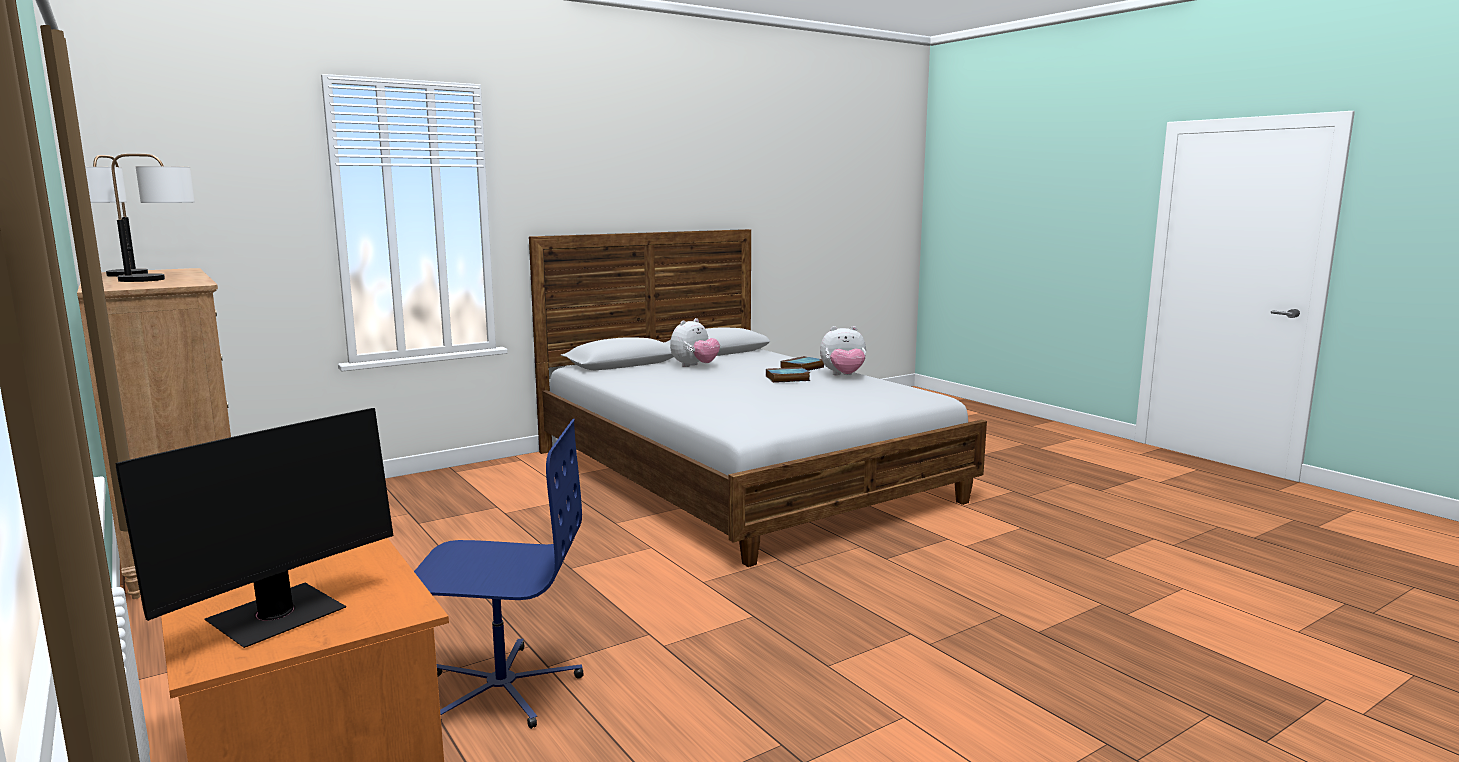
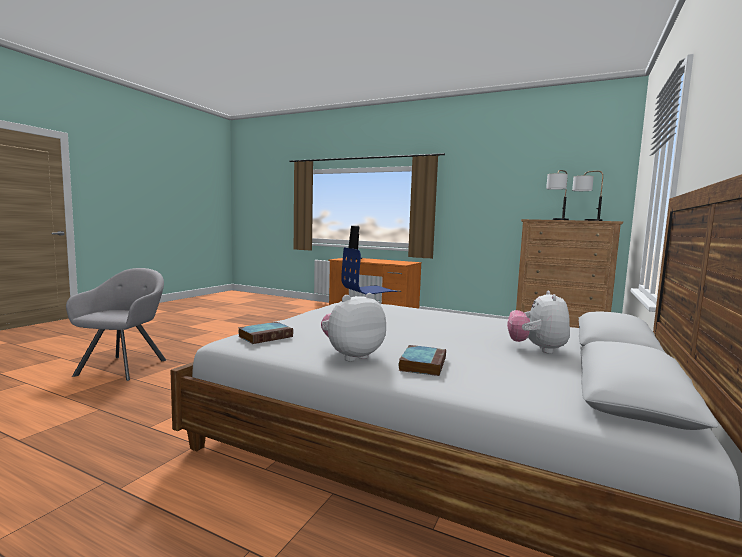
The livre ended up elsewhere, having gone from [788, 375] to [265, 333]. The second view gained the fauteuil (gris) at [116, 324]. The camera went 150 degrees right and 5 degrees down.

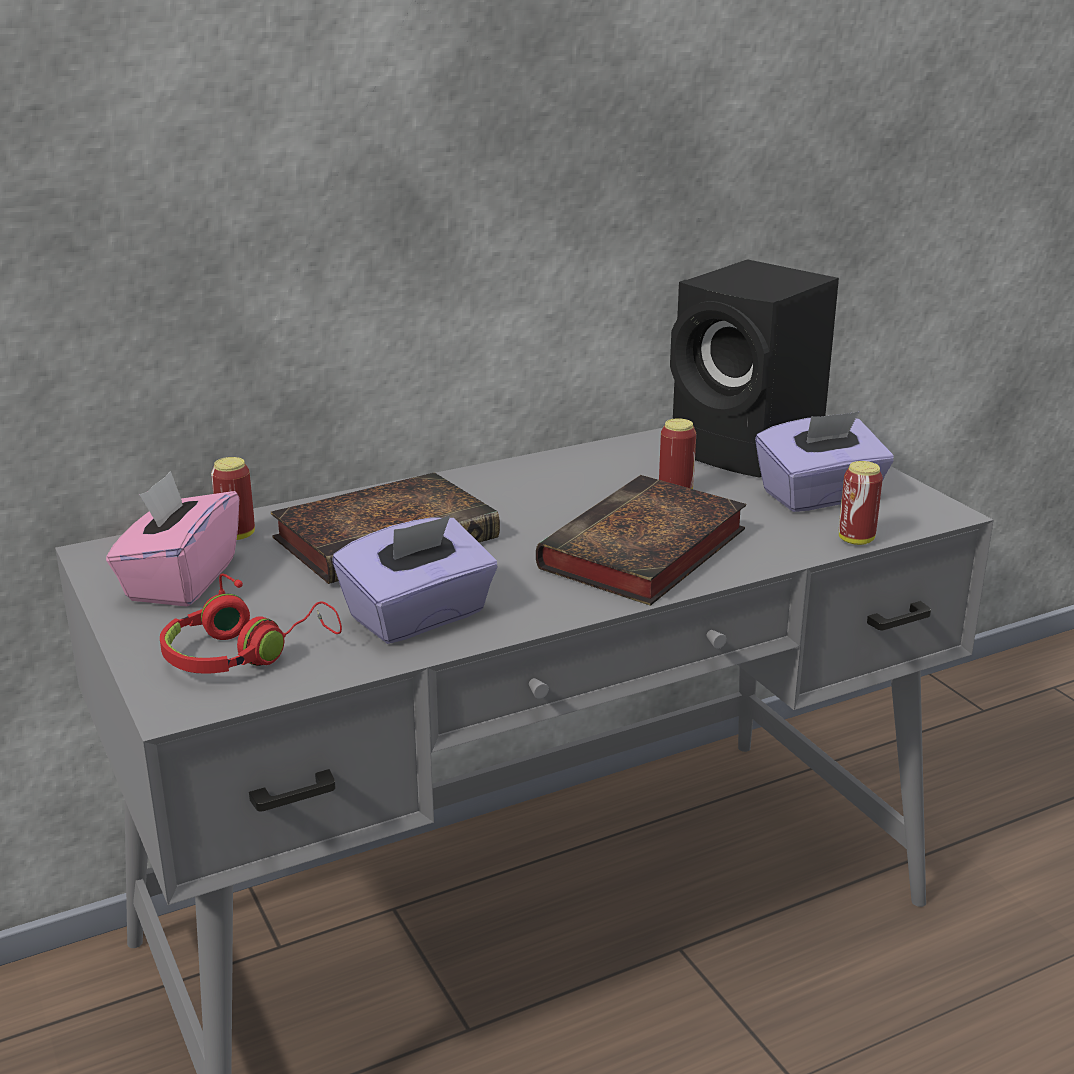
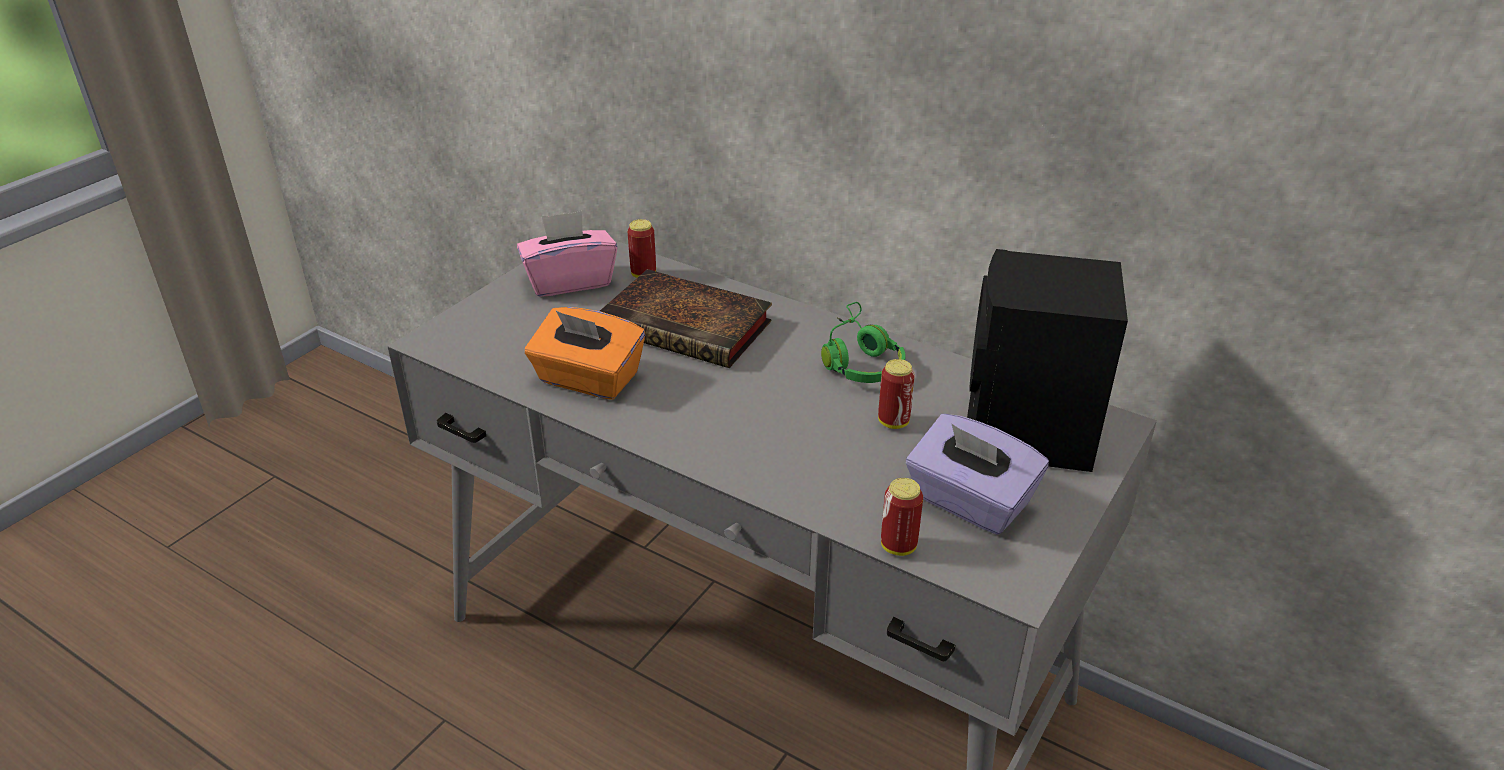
The second view lost the livre at [641, 540]. What was the boîte à mouchoirs (violet) at [415, 580] turned into the boîte à mouchoirs (orange) at [585, 353]. The second view lost the casque audio (rouge) at [251, 623]. The second view gained the casque audio (vert) at [863, 342]. The camera went 60 degrees right and 10 degrees up.

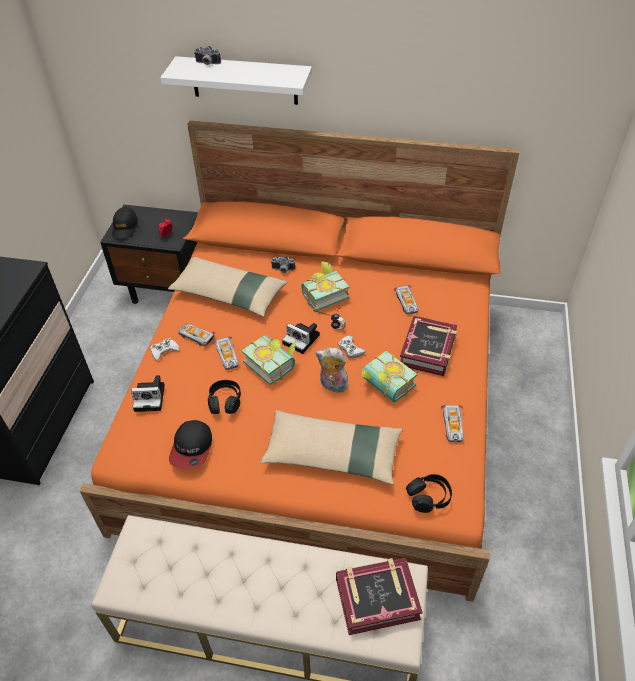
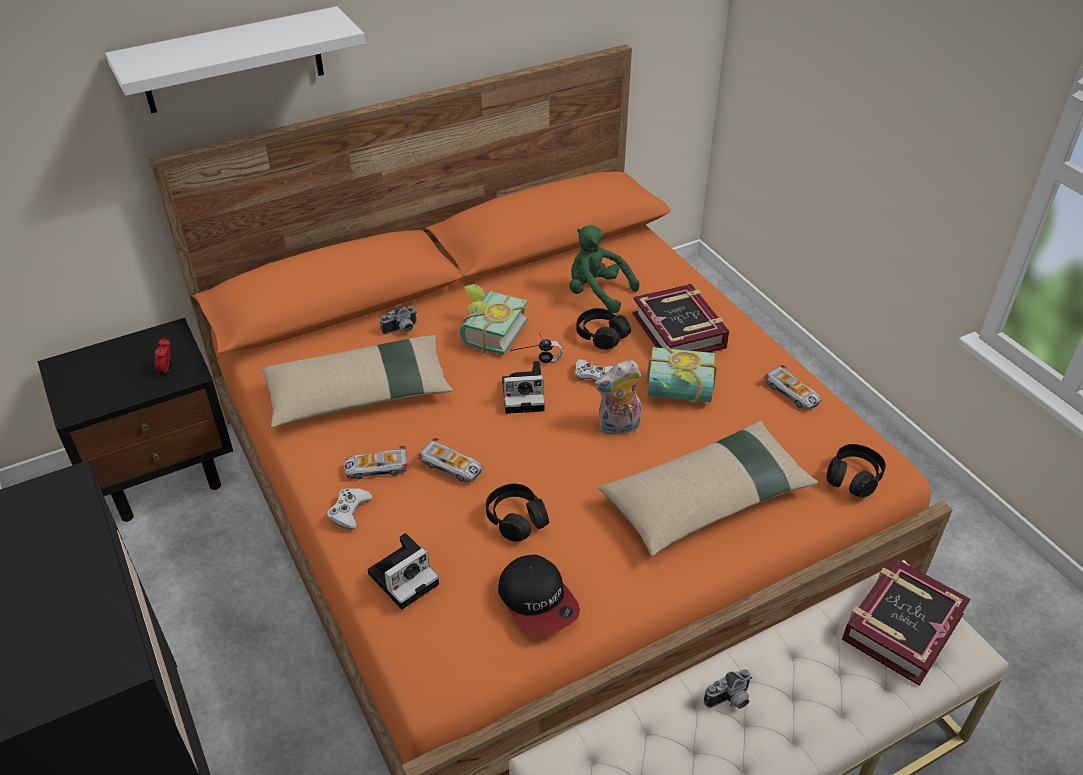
The appareil photo ended up elsewhere, having gone from [208, 55] to [728, 689]. The second view lost the casquette (noir) at [125, 223]. Where the petite voiture stood at [406, 300], the peluche (vert) came to stand at [604, 269]. The second view lost the livre at [268, 360]. The second view gained the casque audio (noir) at [604, 329]. The camera went 40 degrees left and 5 degrees down.

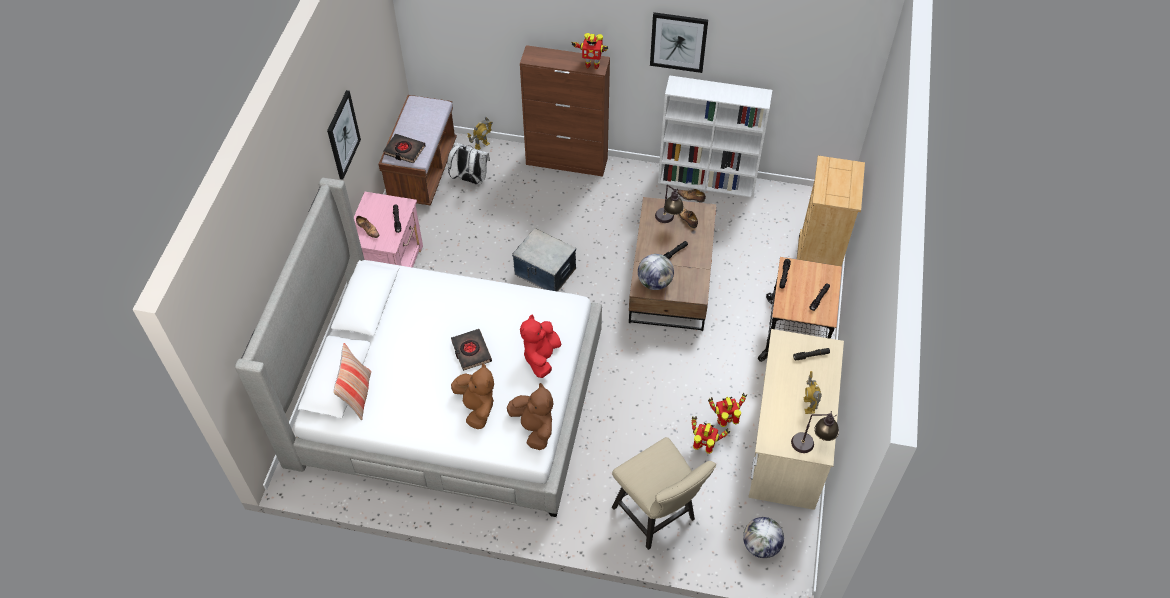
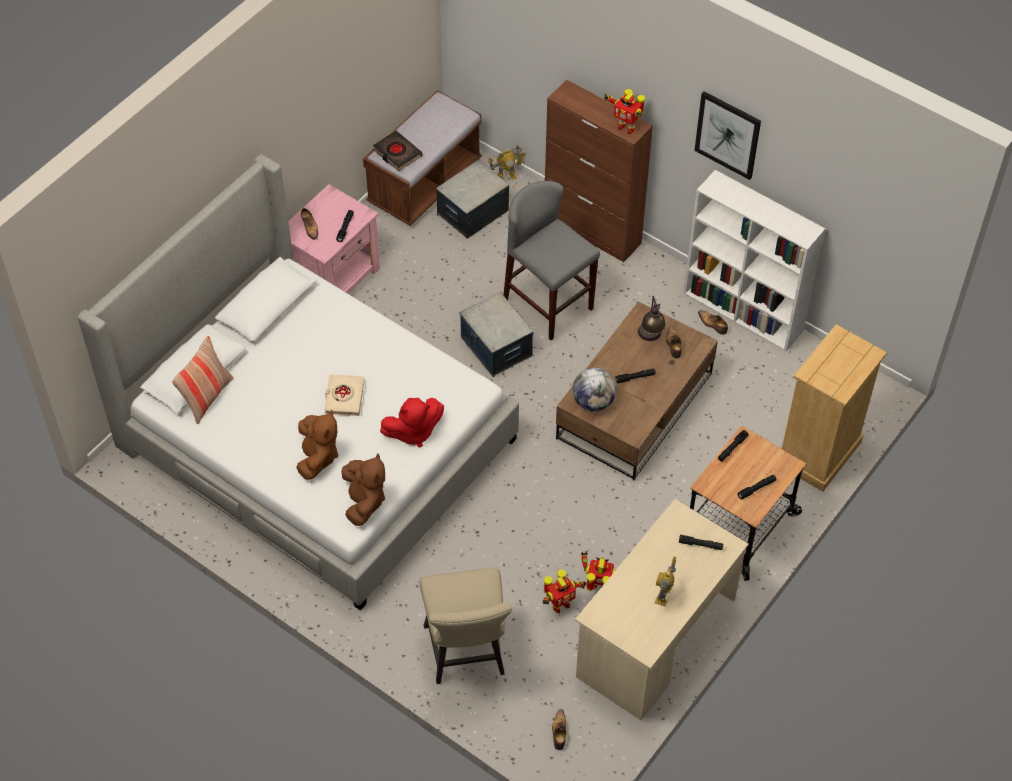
The second view lost the tableau at [344, 134]. Where the sac à dos (blanc) stood at [469, 163], the boîte de rangement came to stand at [472, 199]. The peluche (rouge) at [540, 346] ended up facing another way, 150 degrees counterclockwise from before. What was the livre (noir) at [471, 350] turned into the livre (beige) at [344, 395]. The second view lost the lampe de table at [815, 432]. The robot jouet at [711, 435] ended up facing another way, 105 degrees clockwise from before. Where the globe stood at [763, 537], the chaussure came to stand at [559, 729]. The second view gained the tabouret (gris) at [552, 260]. The camera went 25 degrees right and 0 degrees up.

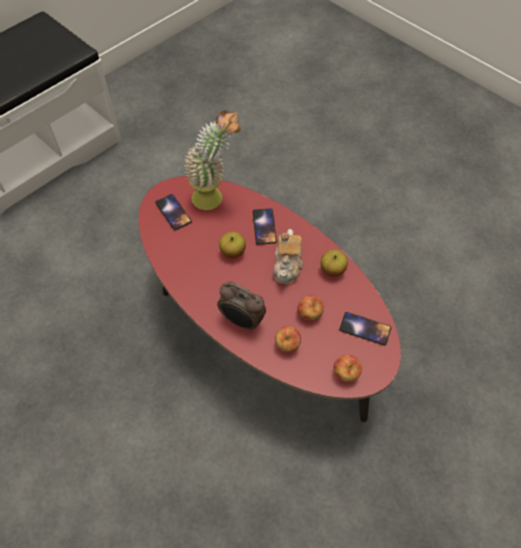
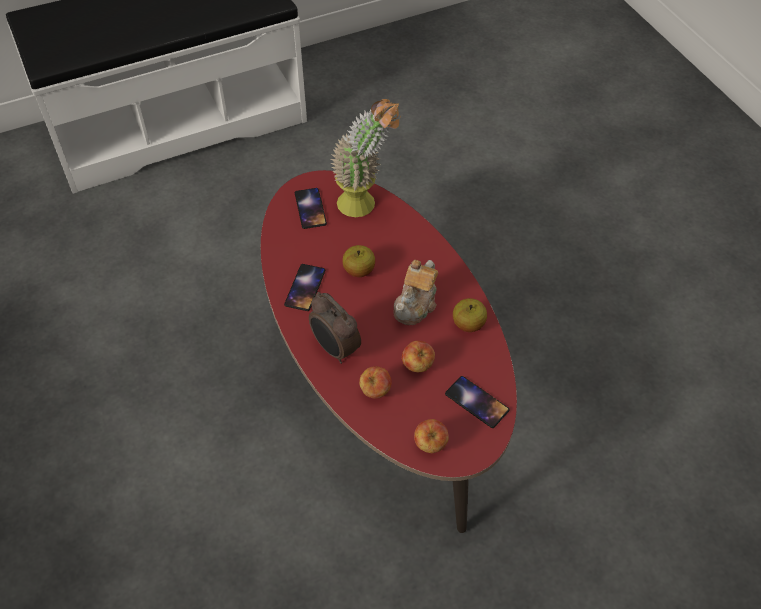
The téléphone ended up elsewhere, having gone from [265, 227] to [304, 287]. The camera went 20 degrees right and 5 degrees down.

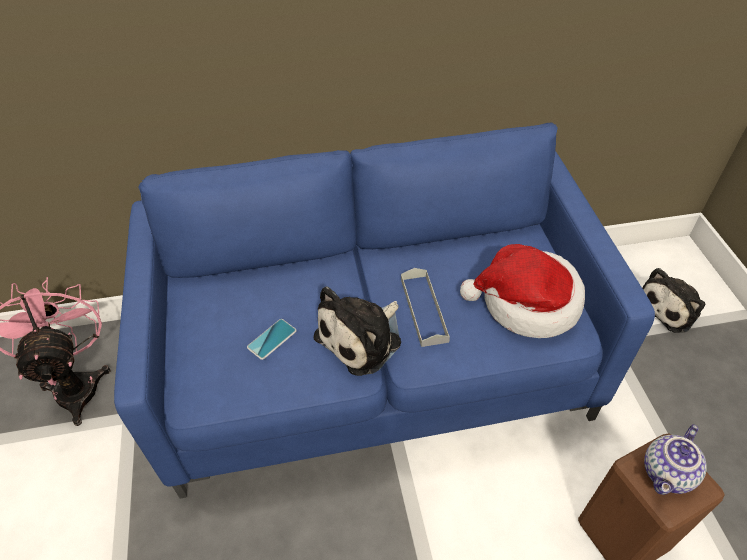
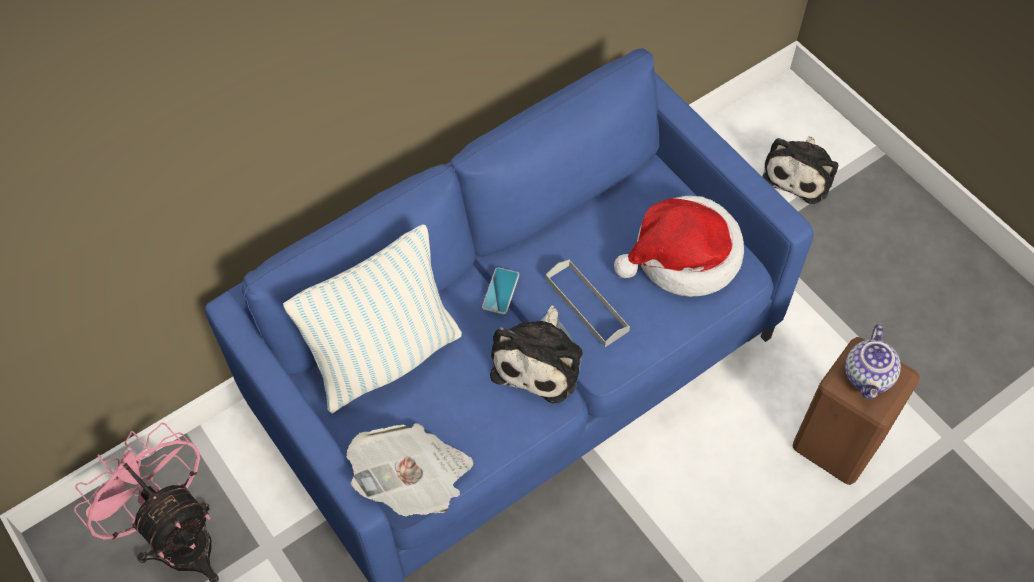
The téléphone ended up elsewhere, having gone from [272, 339] to [500, 290]. The second view gained the coussin at [372, 319]. The second view gained the journal at [410, 469]. The camera went 25 degrees left and 10 degrees up.

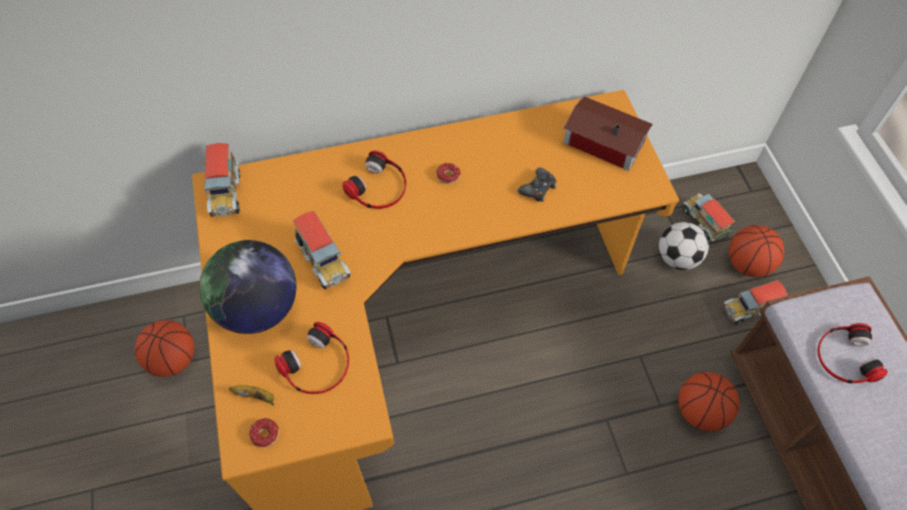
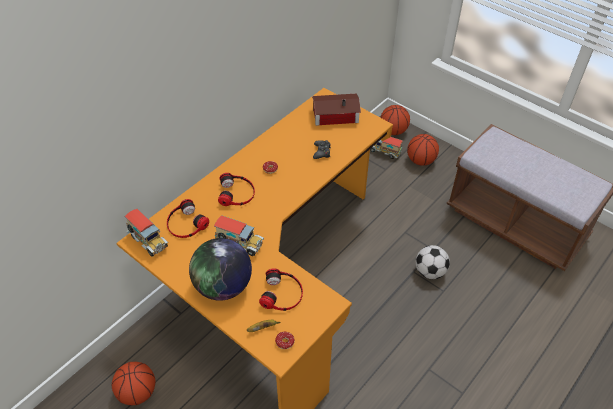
The ballon de foot ended up elsewhere, having gone from [684, 246] to [432, 262]. The second view lost the camion jouet at [755, 302]. The casque audio ended up elsewhere, having gone from [853, 353] to [188, 218]. The ballon de basket ended up elsewhere, having gone from [708, 401] to [395, 120]. The camera went 35 degrees left and 10 degrees down.

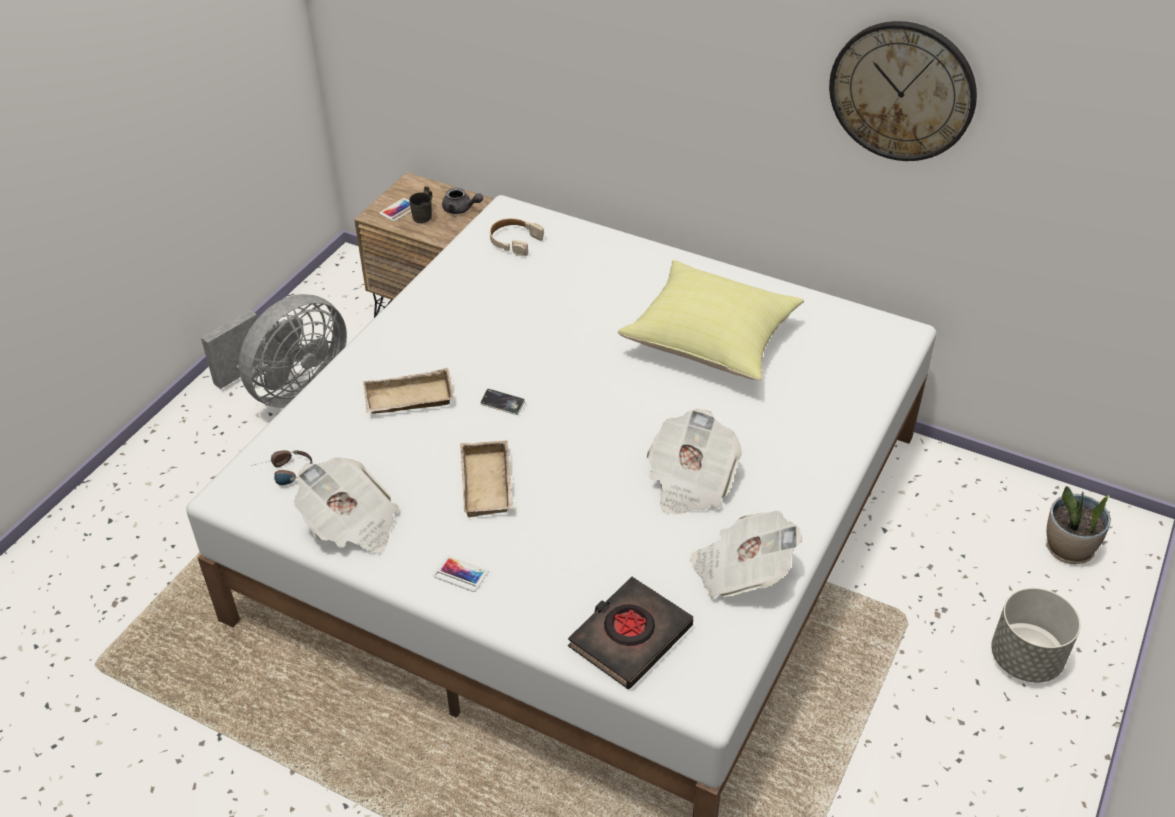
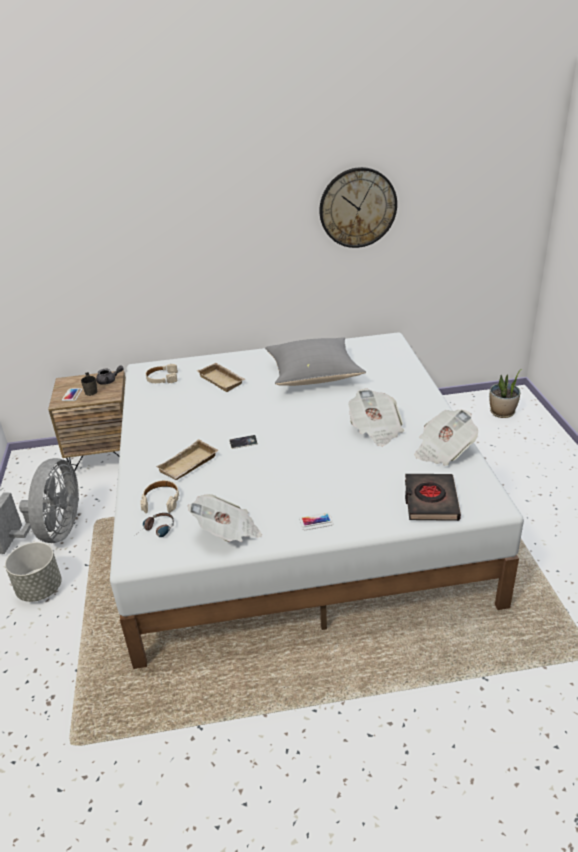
What was the coussin (jaune) at [711, 320] turned into the coussin (gris) at [315, 361]. The plateau (beige) ended up elsewhere, having gone from [487, 478] to [221, 377]. The cache-pot (gris) ended up elsewhere, having gone from [1036, 635] to [33, 572]. The second view gained the casque audio (beige) at [159, 496]. The camera went 35 degrees left and 10 degrees down.

